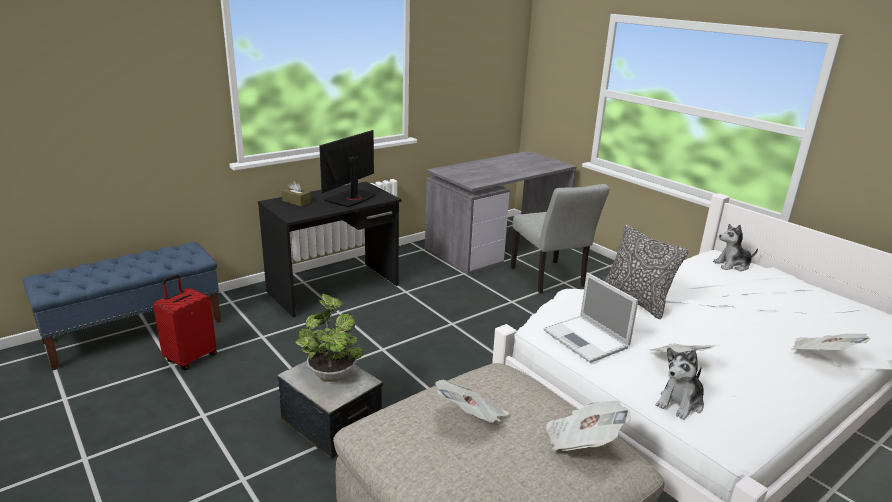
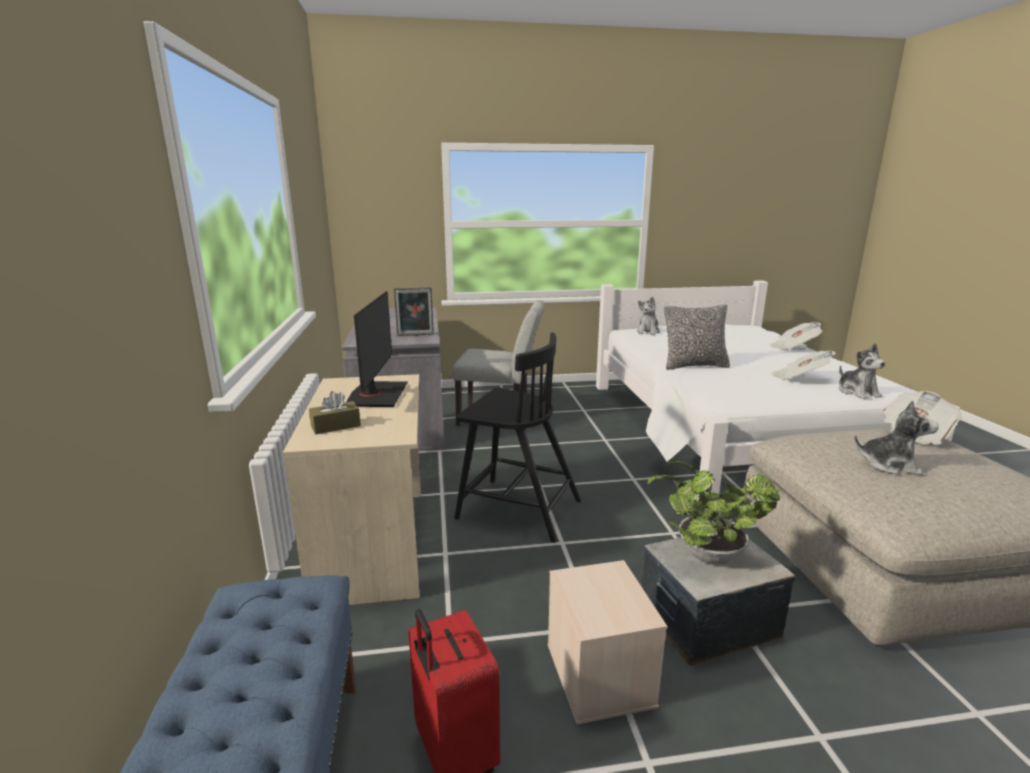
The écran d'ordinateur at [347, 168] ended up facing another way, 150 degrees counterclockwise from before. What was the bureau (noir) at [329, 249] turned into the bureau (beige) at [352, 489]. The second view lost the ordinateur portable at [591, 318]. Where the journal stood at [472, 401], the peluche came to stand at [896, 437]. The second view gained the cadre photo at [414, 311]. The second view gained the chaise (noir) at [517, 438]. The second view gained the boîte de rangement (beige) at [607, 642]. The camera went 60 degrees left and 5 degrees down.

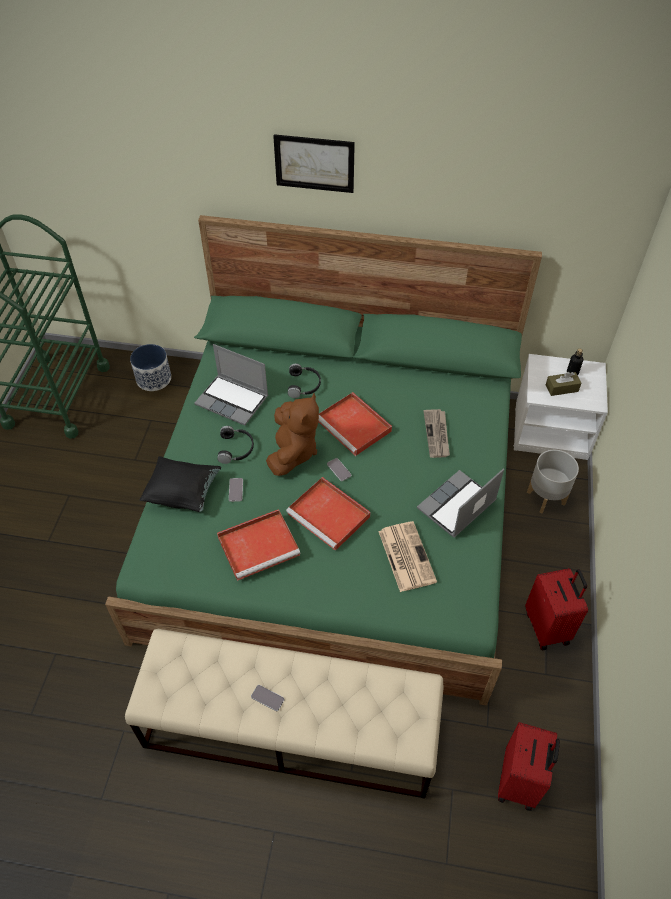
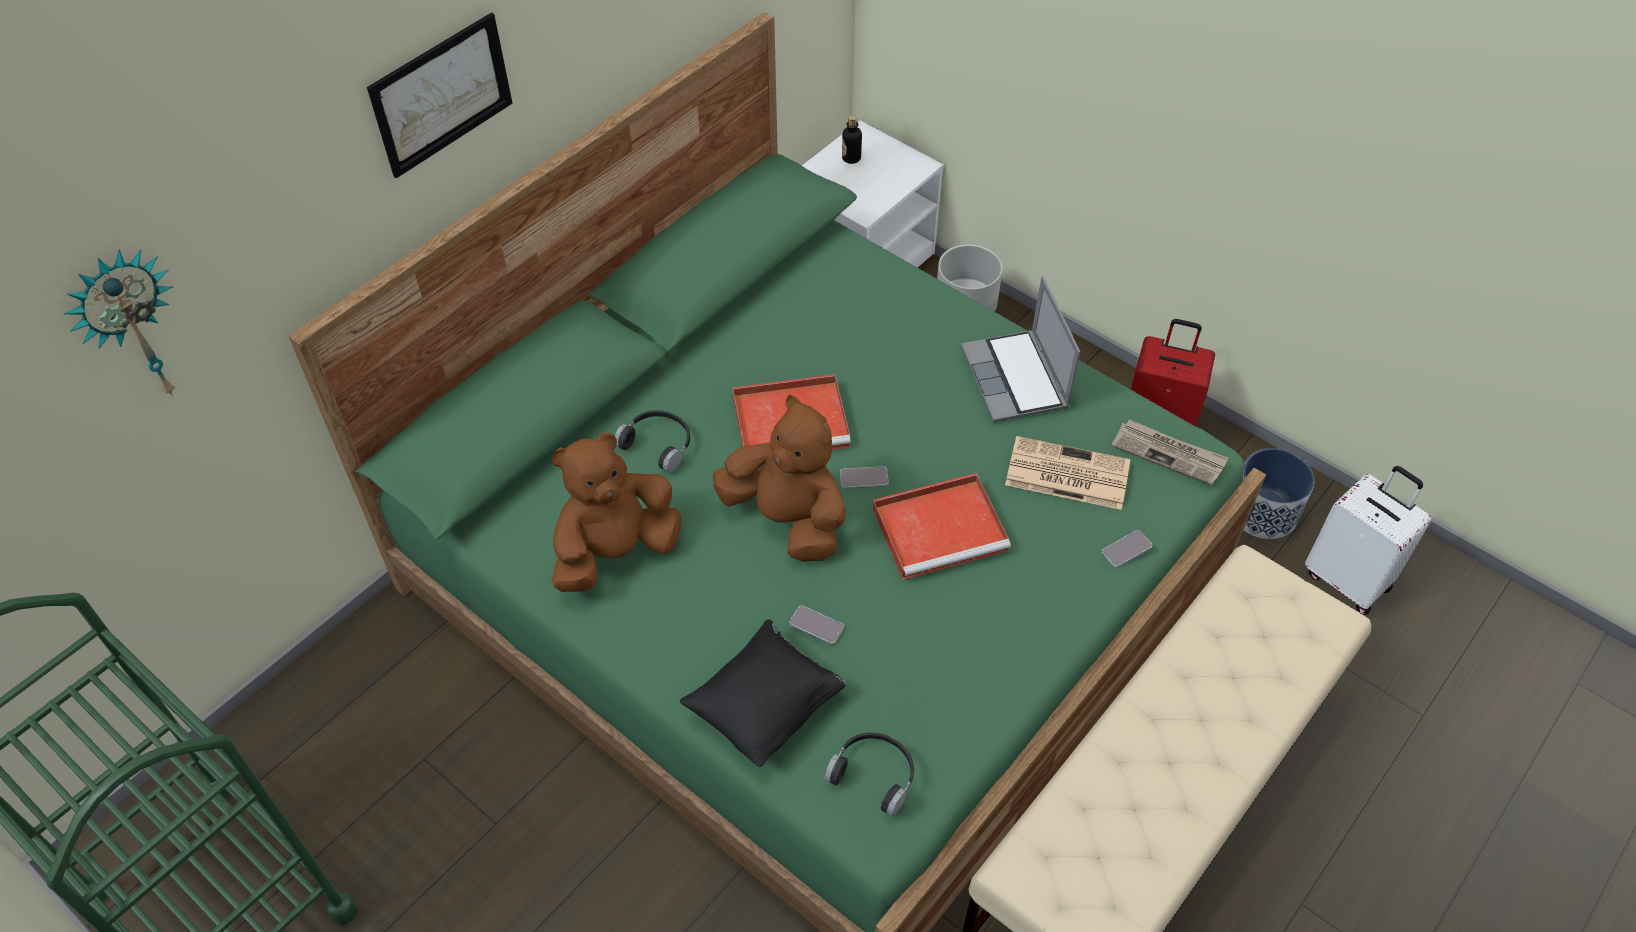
The cache-pot ended up elsewhere, having gone from [150, 367] to [1278, 493]. Where the ordinateur portable stood at [231, 385], the peluche (marron) came to stand at [616, 512]. The second view lost the boîte à mouchoirs (marron) at [563, 384]. The journal ended up elsewhere, having gone from [437, 433] to [1170, 452]. The casque audio (noir) ended up elsewhere, having gone from [235, 445] to [869, 774]. The second view lost the plateau (rouge) at [258, 545]. The téléphone ended up elsewhere, having gone from [267, 698] to [1127, 548]. What was the valise (rouge) at [529, 766] turned into the valise (blanc) at [1368, 540]. The second view gained the horloge murale at [119, 323]. The camera went 60 degrees left and 0 degrees up.

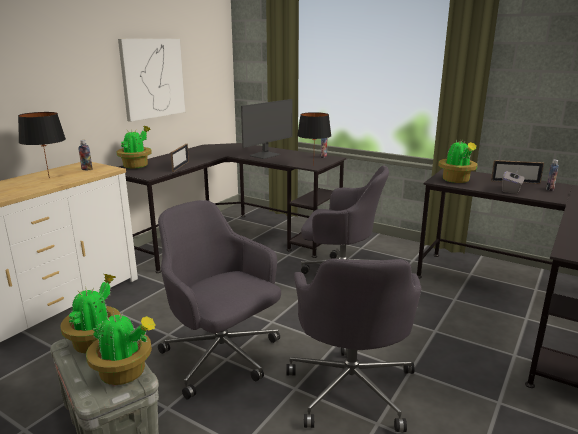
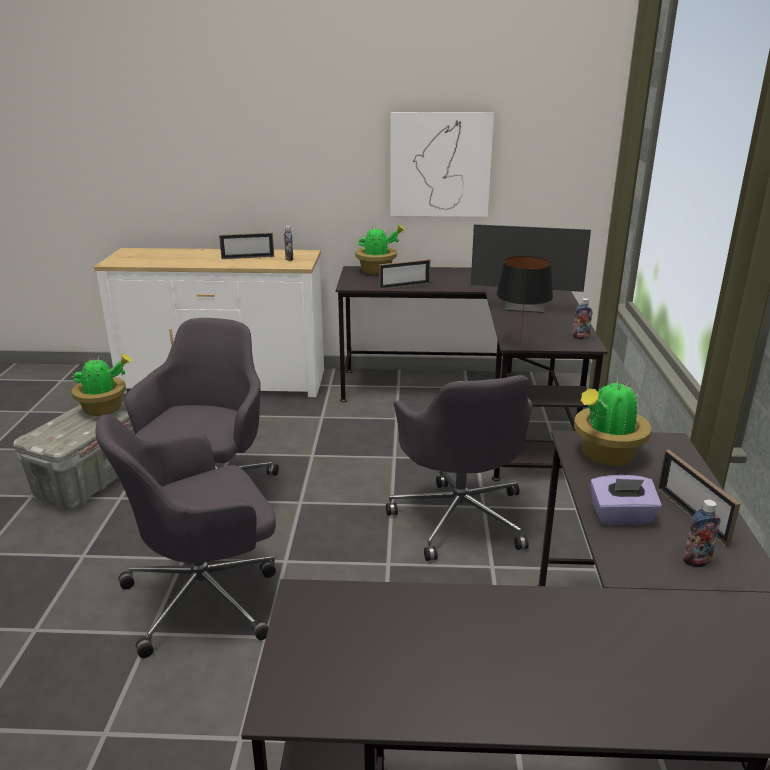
Where the lampe de table (noir) stood at [42, 145], the cadre photo came to stand at [246, 245]. What was the boîte à mouchoirs (gris) at [513, 181] turned into the boîte à mouchoirs (violet) at [626, 499]. The second view lost the plante en pot at [121, 348]. The camera went 60 degrees right and 5 degrees up.

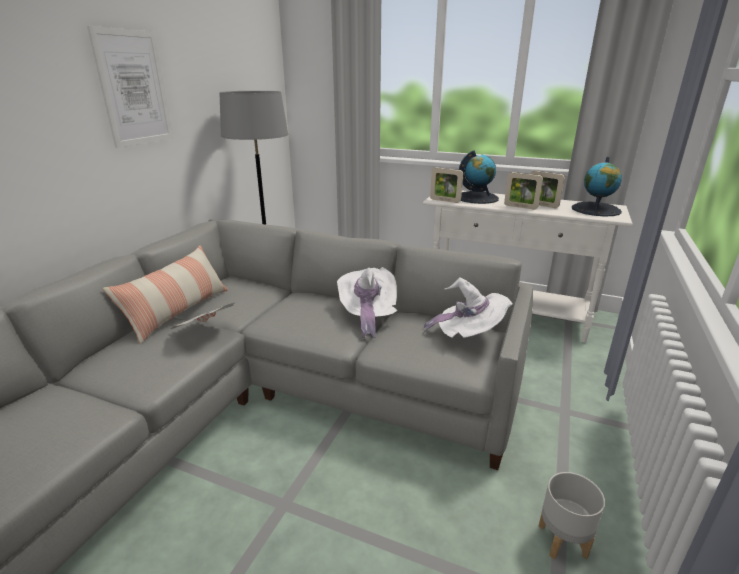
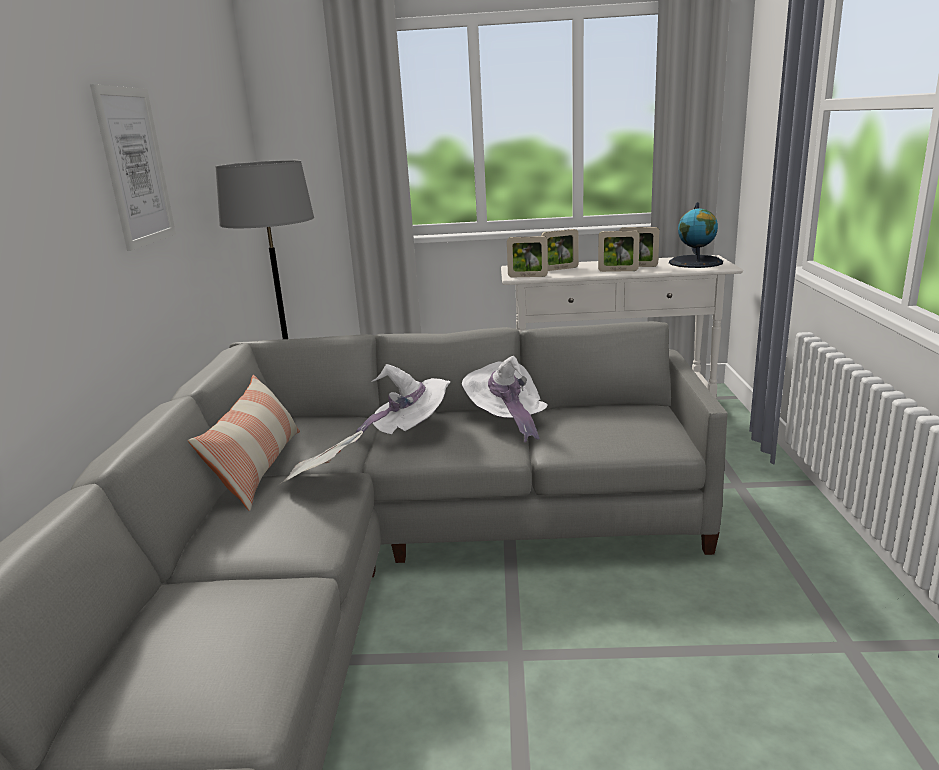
Where the globe stood at [479, 177], the cadre photo came to stand at [559, 250]. The chapeau (blanc) ended up elsewhere, having gone from [467, 308] to [403, 403]. The second view lost the cache-pot (gris) at [571, 516]. The camera went 20 degrees left and 5 degrees down.

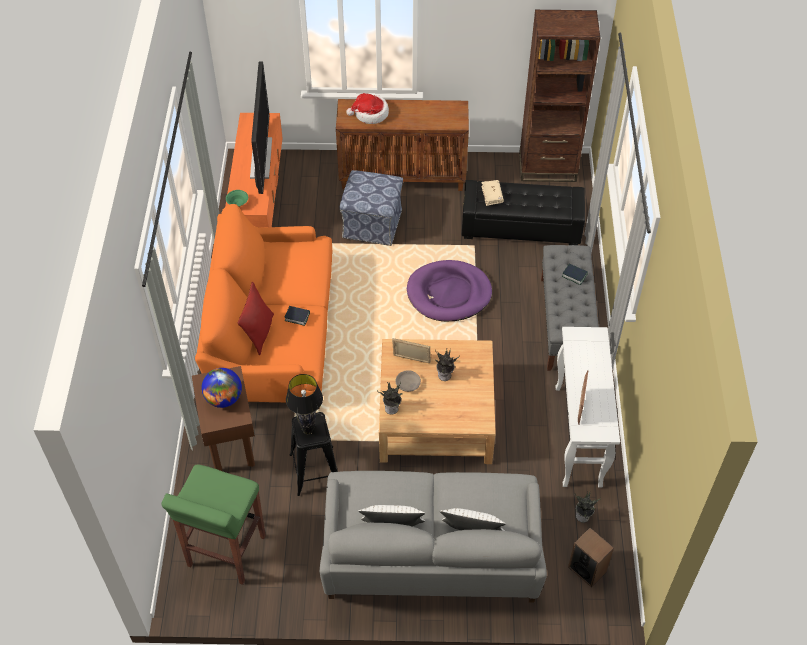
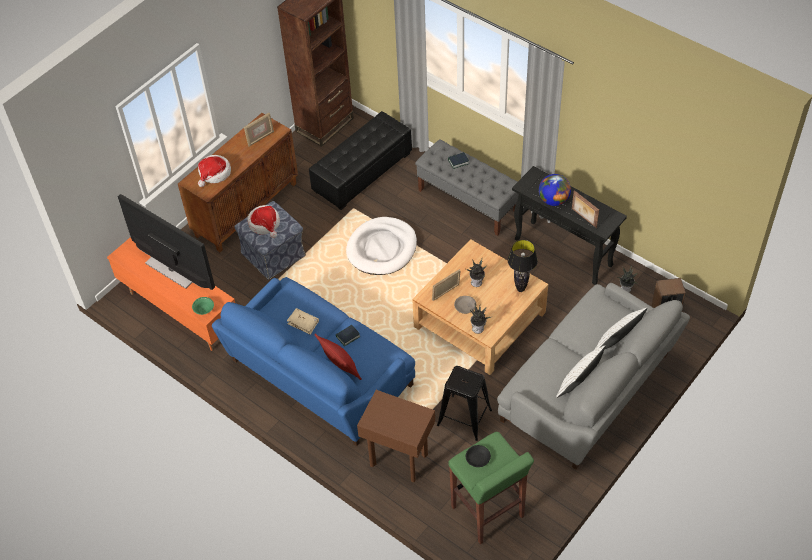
The livre (beige) ended up elsewhere, having gone from [492, 193] to [303, 321]. What was the canapé (orange) at [264, 306] turned into the canapé (bleu) at [313, 361]. What was the panier pour chien (violet) at [449, 290] turned into the panier pour chien (blanc) at [381, 246]. What was the table console (blanc) at [588, 407] turned into the table console (noir) at [569, 225]. The globe ended up elsewhere, having gone from [221, 388] to [555, 190]. The lampe de table (noir) ended up elsewhere, having gone from [304, 404] to [523, 266]. The second view gained the cadre photo at [259, 129]. The second view gained the chapeau at [263, 221]. The second view gained the bol (noir) at [478, 456]. The camera went 50 degrees left and 0 degrees up.

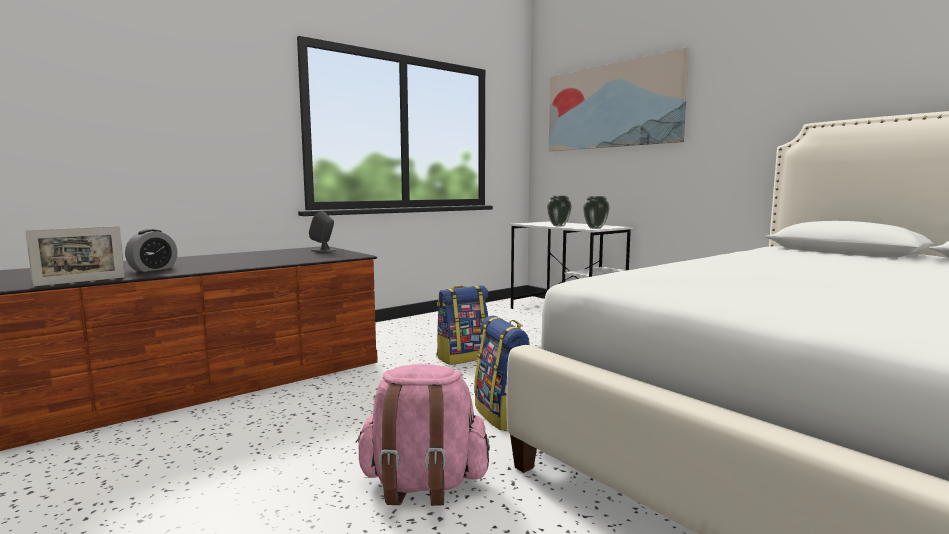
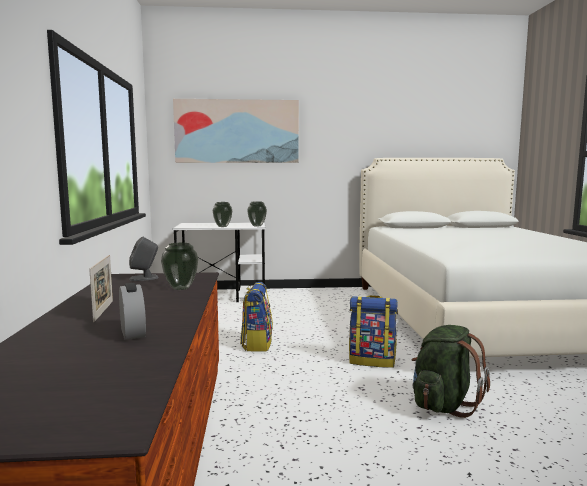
The cadre photo ended up elsewhere, having gone from [75, 256] to [101, 288]. What was the sac à dos (rose) at [422, 435] turned into the sac à dos (vert) at [451, 371]. The second view gained the vase at [179, 266]. The camera went 55 degrees left and 0 degrees up.

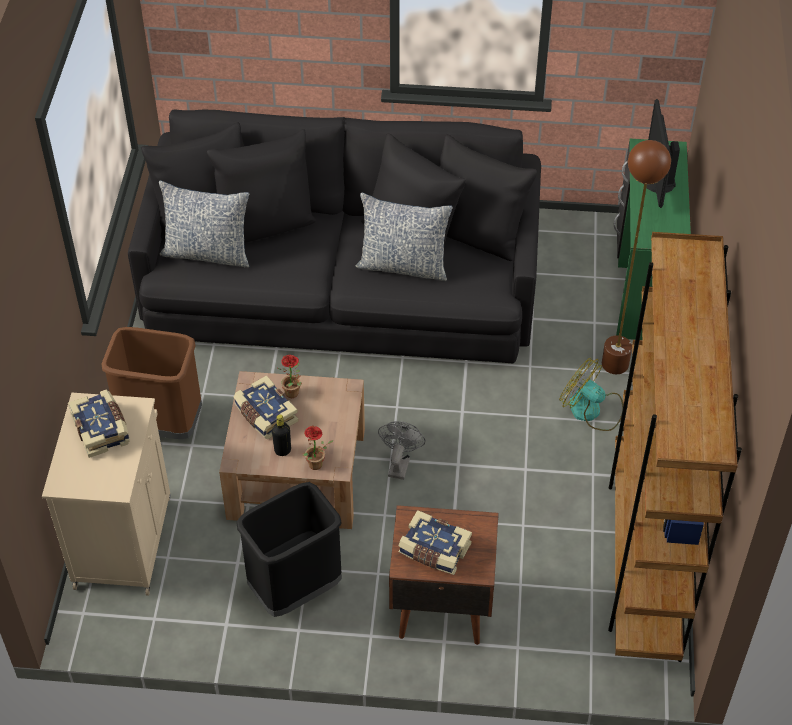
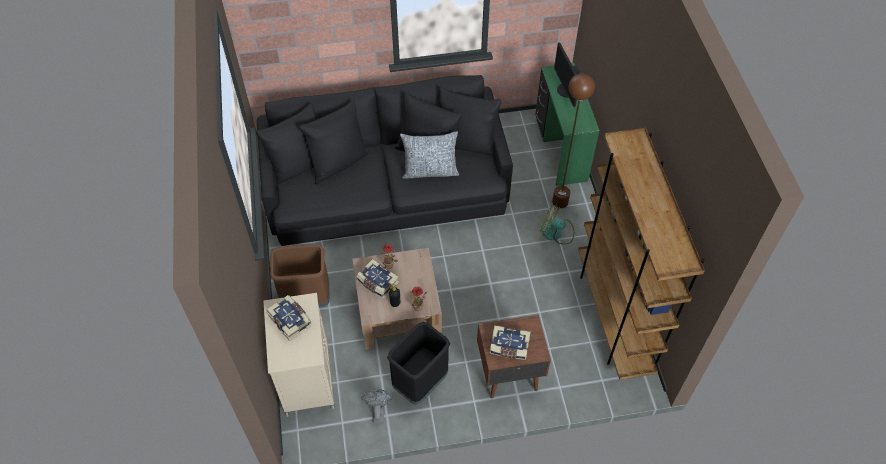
The second view lost the coussin at [204, 224]. The ventilateur (gris) ended up elsewhere, having gone from [402, 450] to [377, 406]. The camera went 15 degrees left and 5 degrees up.

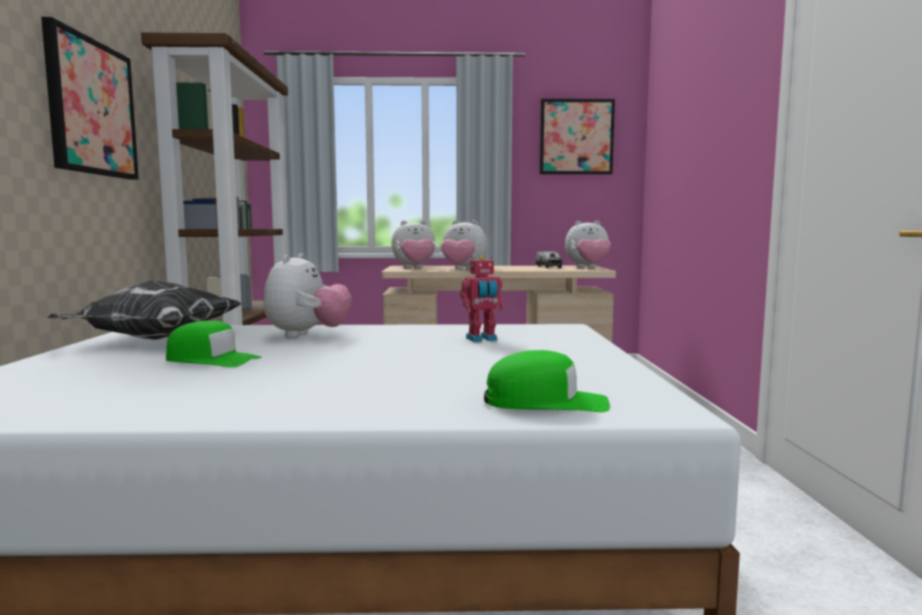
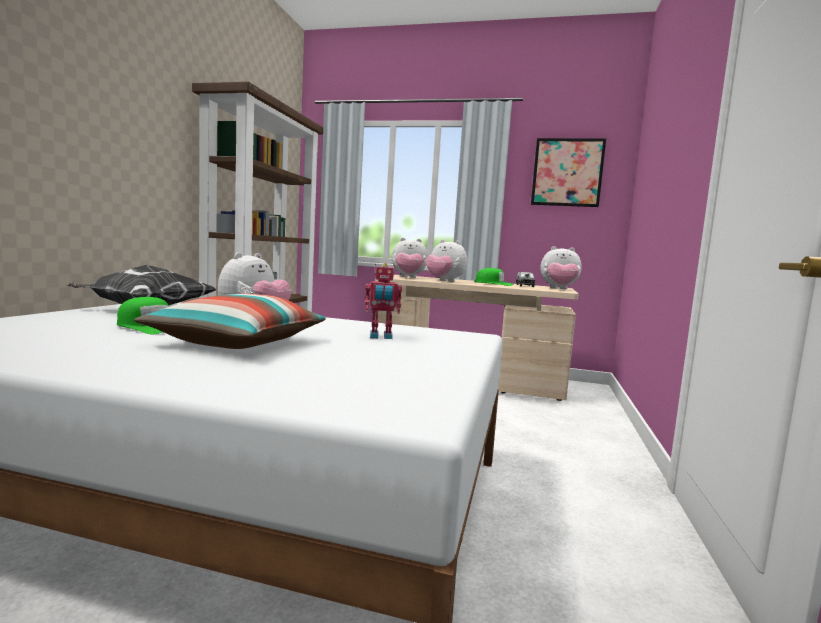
The second view lost the tableau at [90, 98]. The casquette (vert) ended up elsewhere, having gone from [547, 381] to [494, 277]. The second view gained the coussin at [230, 321]. The camera went 15 degrees right and 0 degrees up.

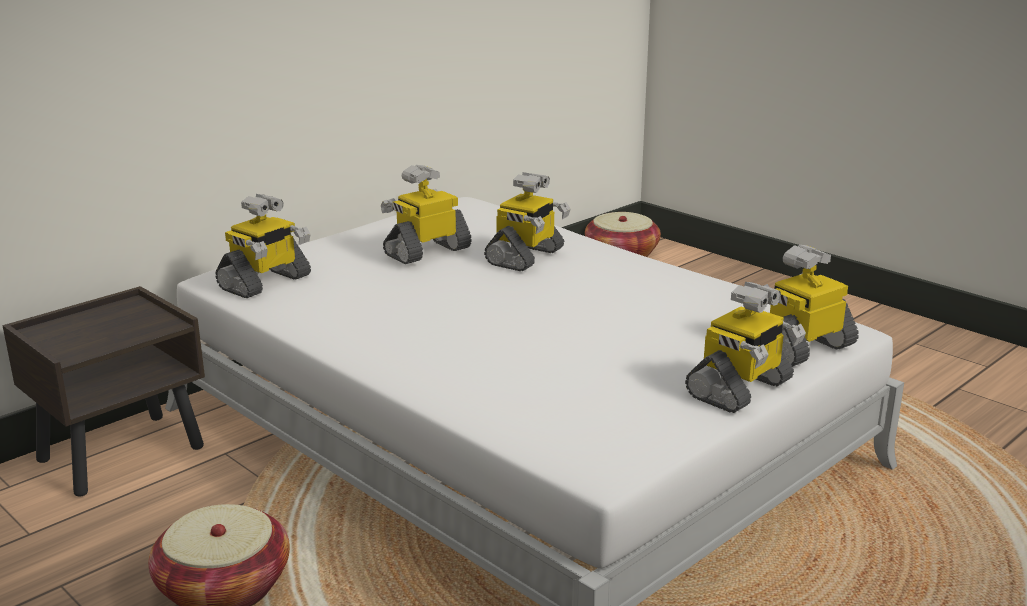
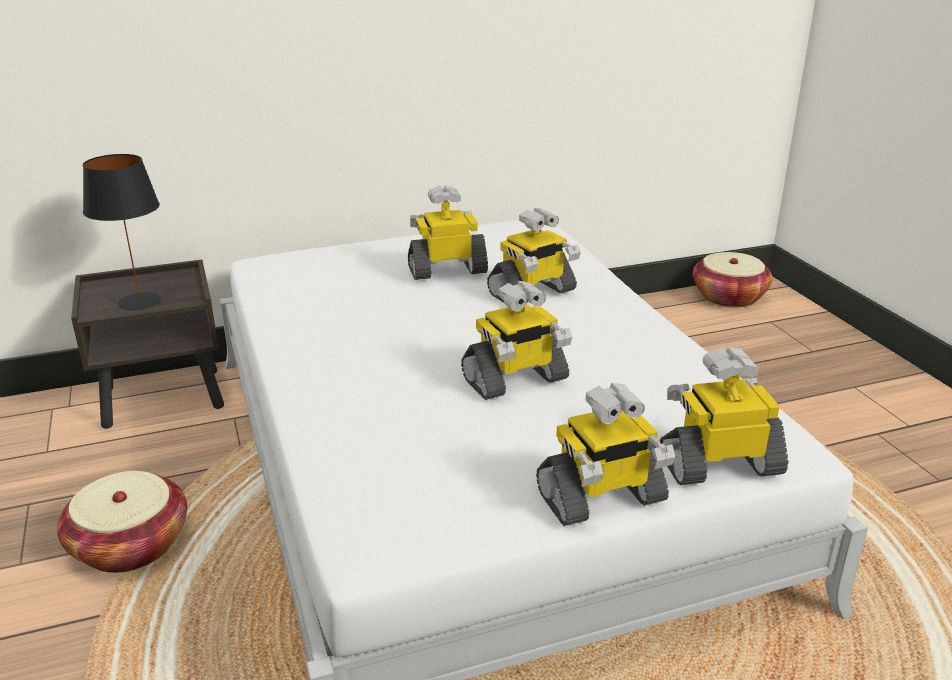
The robot jouet ended up elsewhere, having gone from [263, 246] to [516, 340]. The second view gained the lampe de table (noir) at [122, 232]. The camera went 25 degrees right and 5 degrees up.

